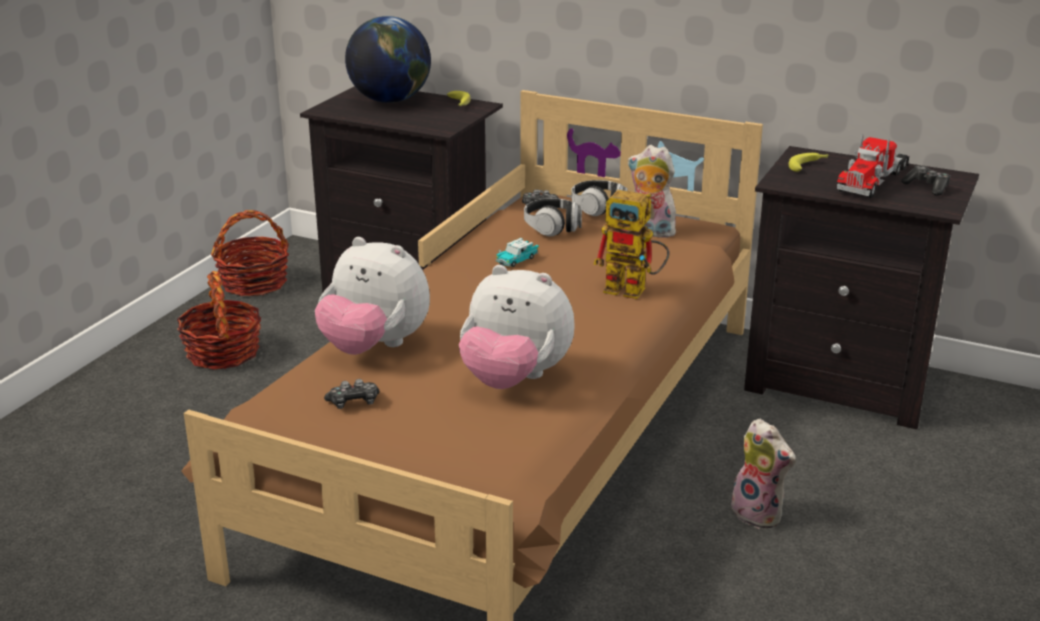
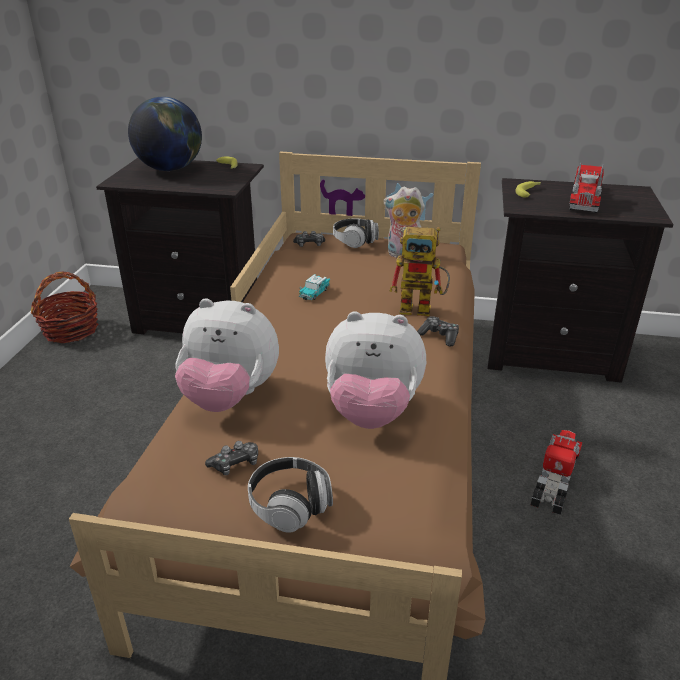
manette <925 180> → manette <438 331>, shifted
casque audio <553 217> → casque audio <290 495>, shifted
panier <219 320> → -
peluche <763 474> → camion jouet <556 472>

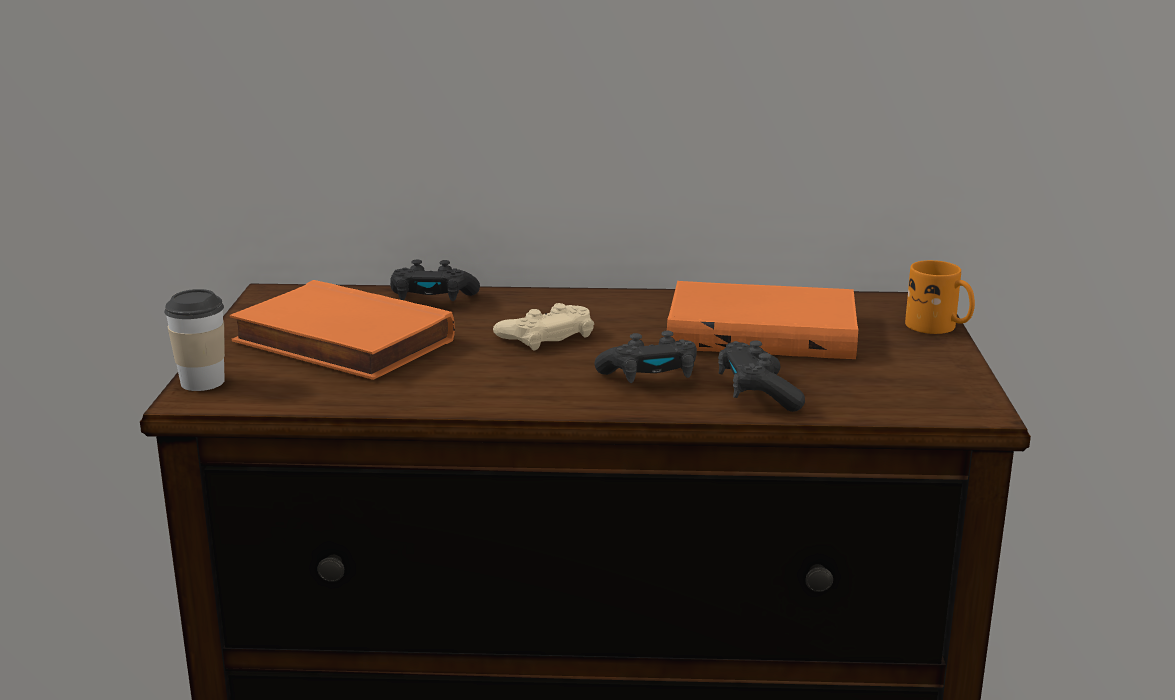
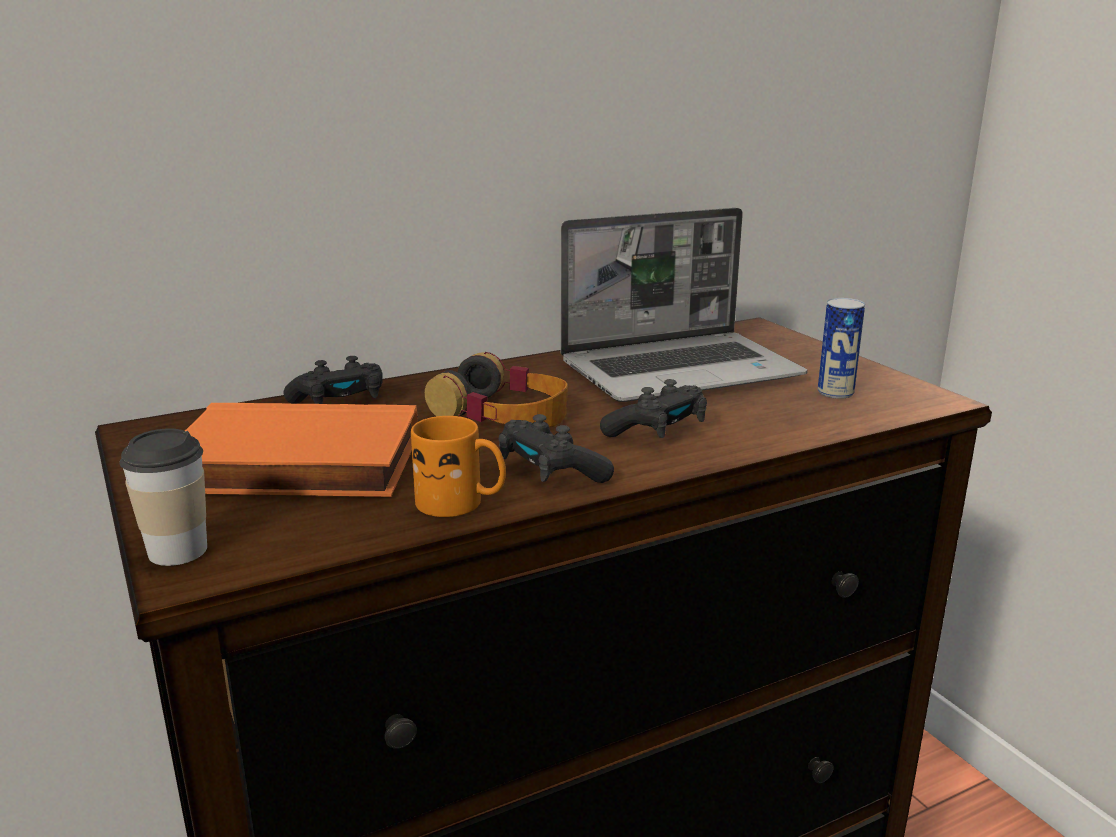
mug/orange <940 297> → mug/orange <458 466>, shifted
livre/orange <762 320> → ordinateur portable <683 305>
manette/beige <543 327> → casque audio <496 389>
manette/noir <761 376> → manette/noir <556 448>, shifted
- → boîte métallique <841 348>

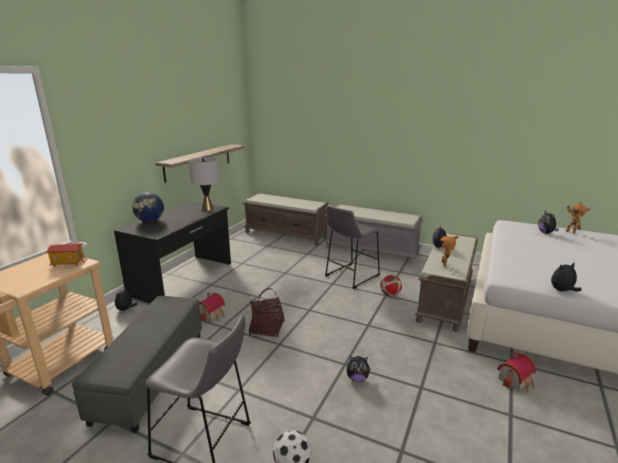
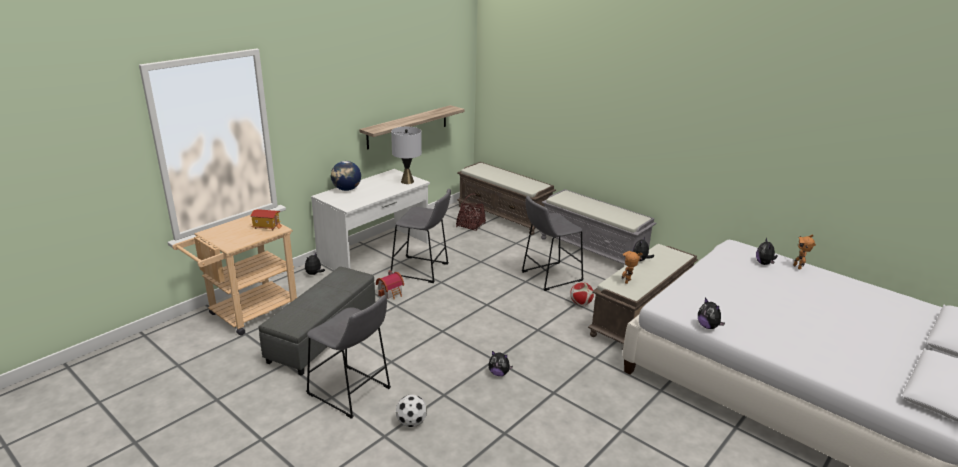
bureau/noir <172 252> → bureau/blanc <370 219>
peluche <566 277> → peluche <711 313>, 120 degrees counterclockwise
panier <267 313> → panier <471 212>, shifted
maison miniature <516 372> → -
- → tabouret/gris <421 236>

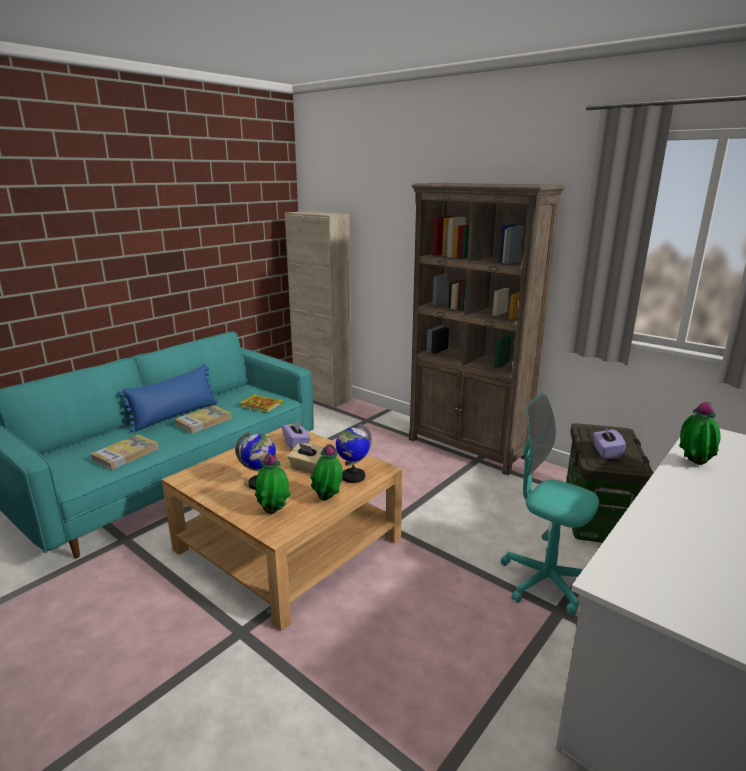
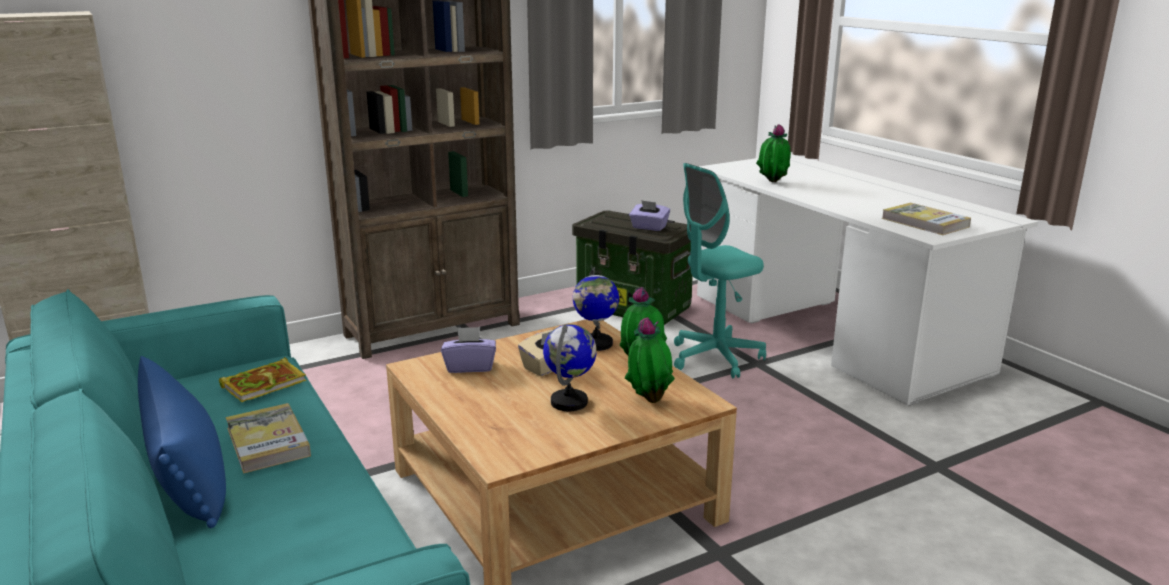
livre <125 452> → livre <926 219>, shifted

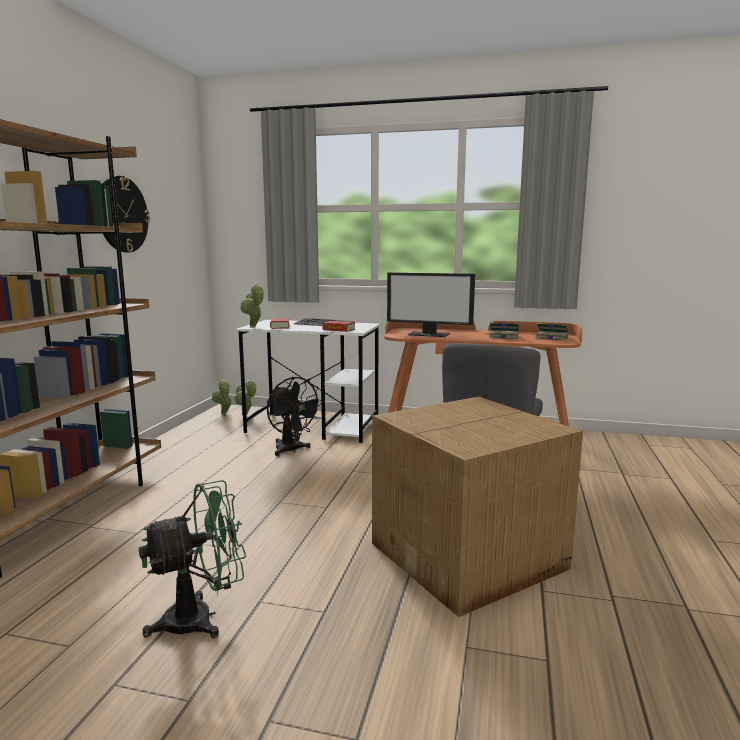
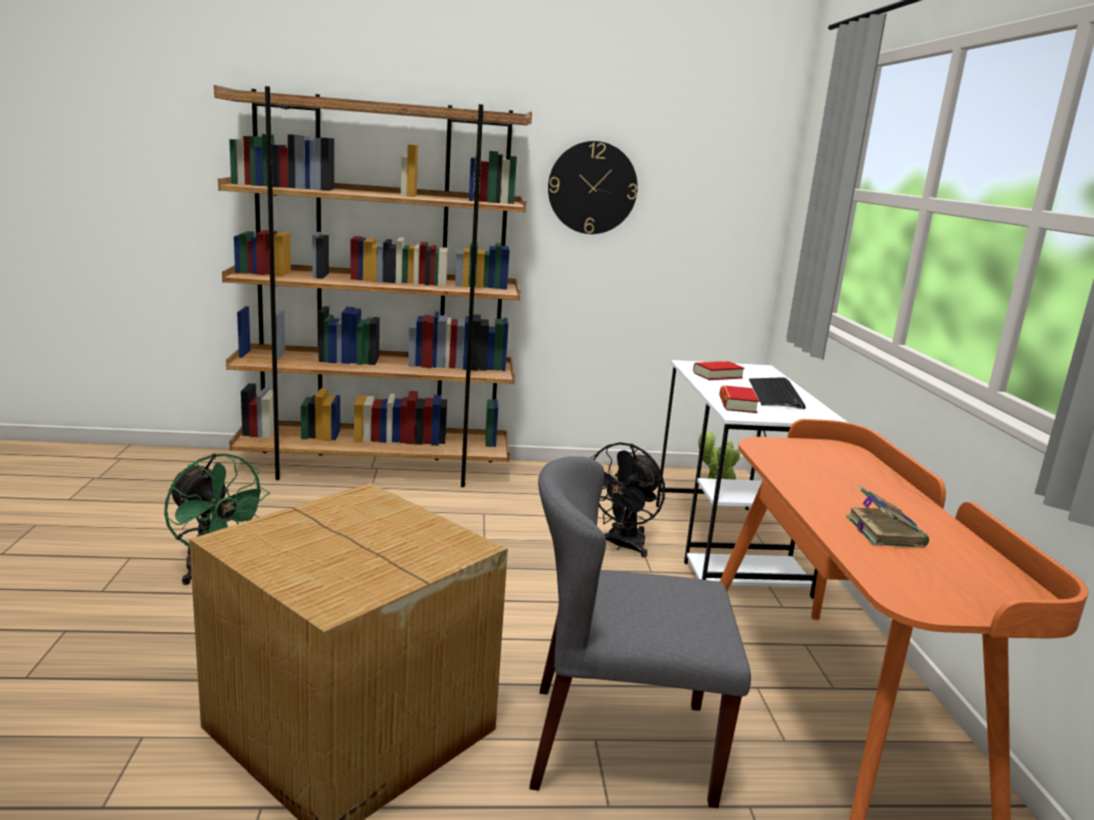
écran d'ordinateur <431 304> → -
plante en pot <252 306> → -
livre <551 332> → -

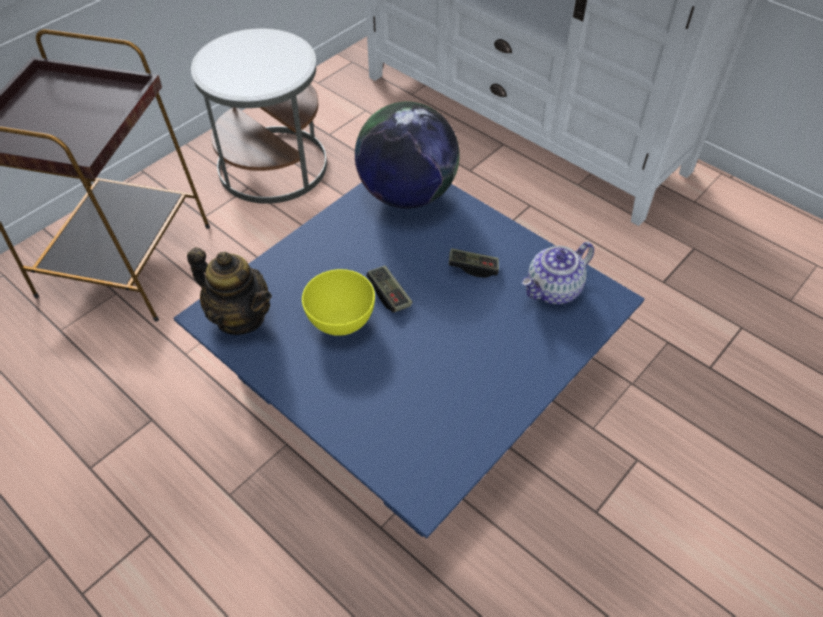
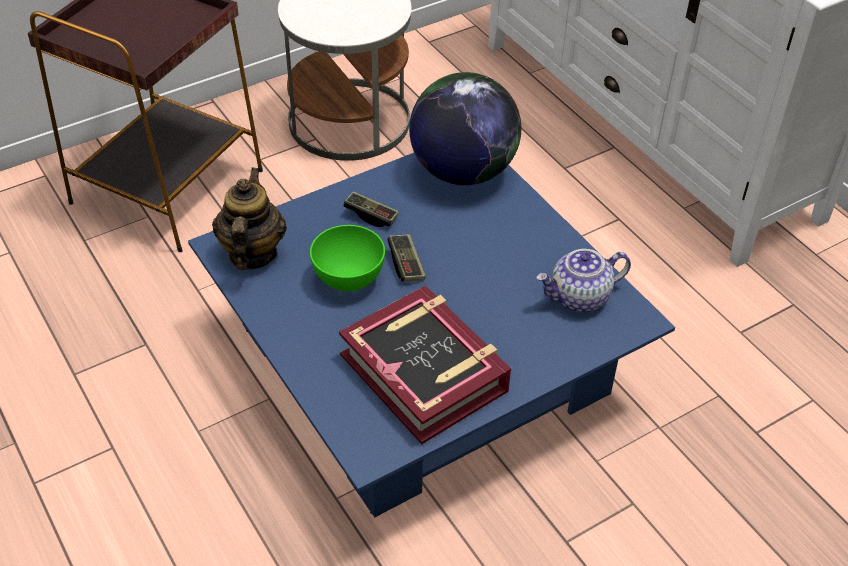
théière <229 291> → théière <249 218>, 135 degrees counterclockwise
manette <474 263> → manette <371 209>, shifted
bol/jaune <338 302> → bol/vert <347 258>
- → livre <425 364>

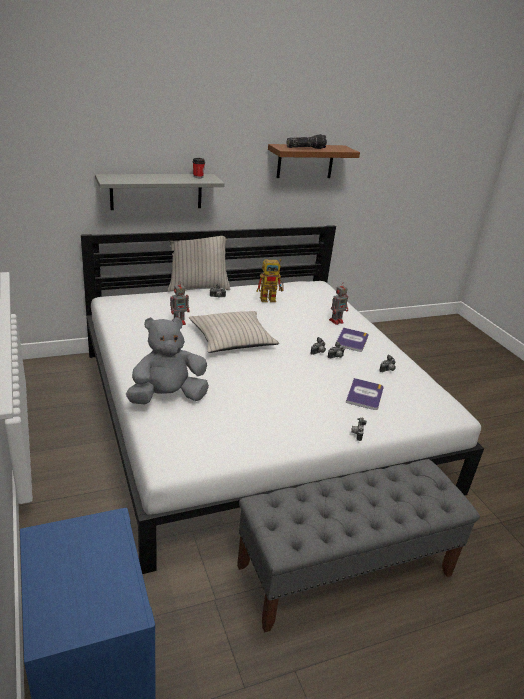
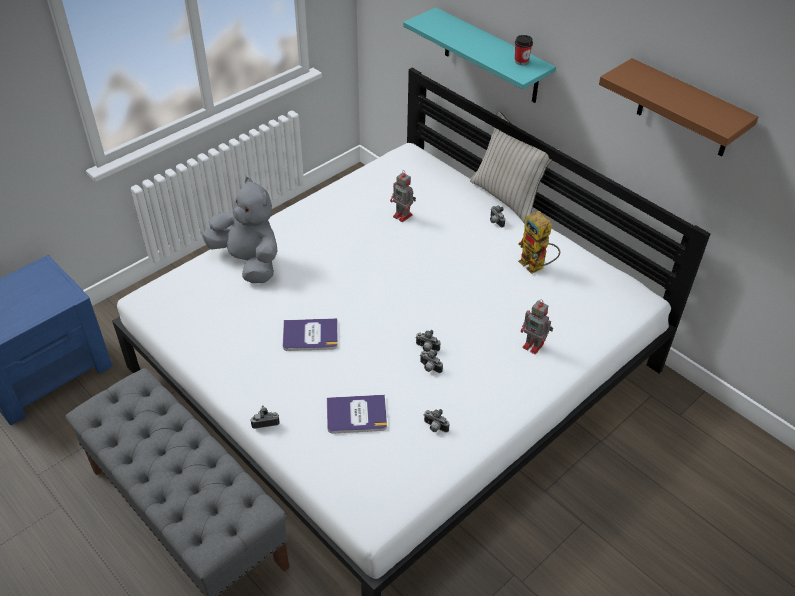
lampe de poche <307 141> → -
étagère/gris <160 192> → étagère/turquoise <479 55>
coussin/beige <234 332> → -
livre <352 339> → livre <310 334>, shifted

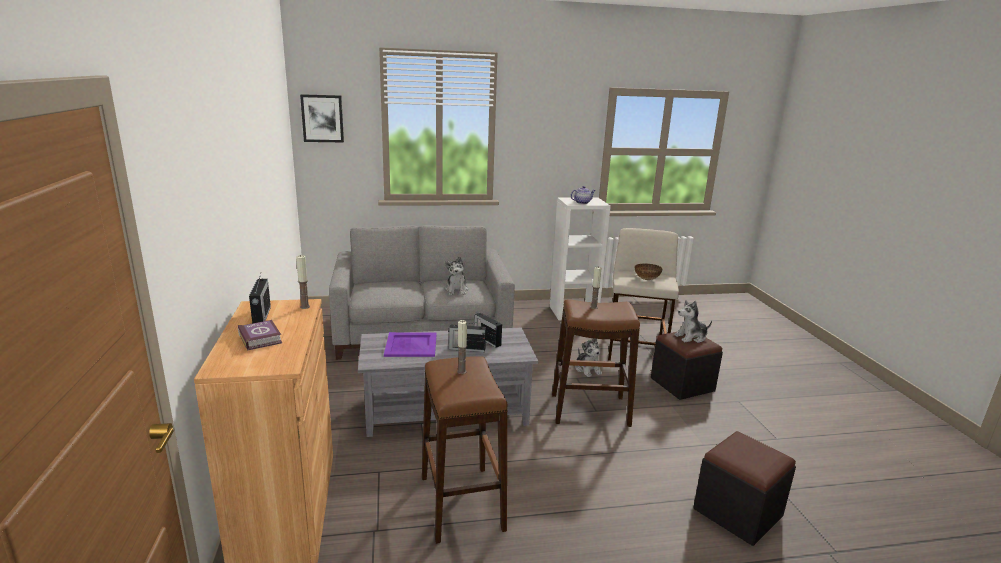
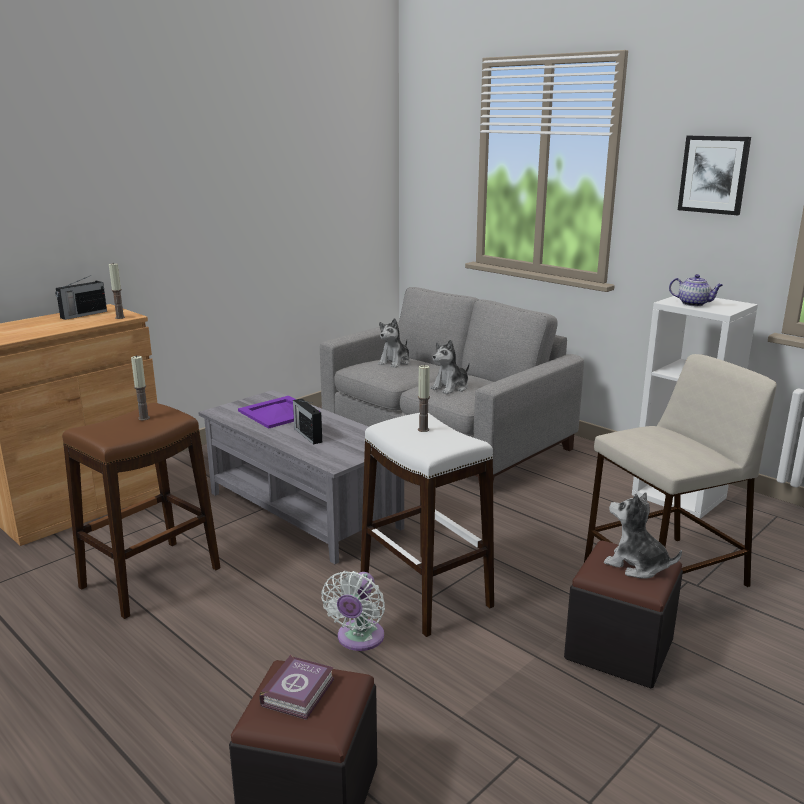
tableau <322 118> → tableau <714 175>, shifted
bol <648 272> → -
tabouret/marron <596 363> → tabouret/blanc <427 525>
radio <488 330> → -
livre <260 335> → livre <296 687>, shifted
peluche <588 357> → peluche <394 343>, shifted
- → ventilateur/blanc <353 611>

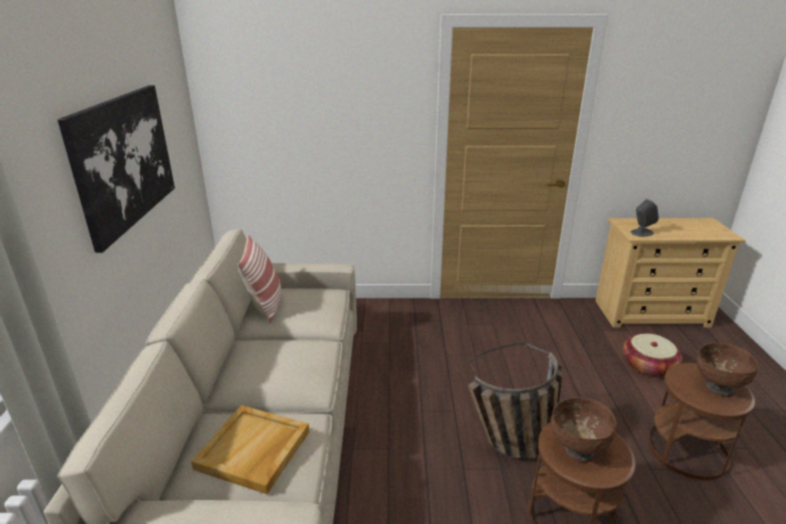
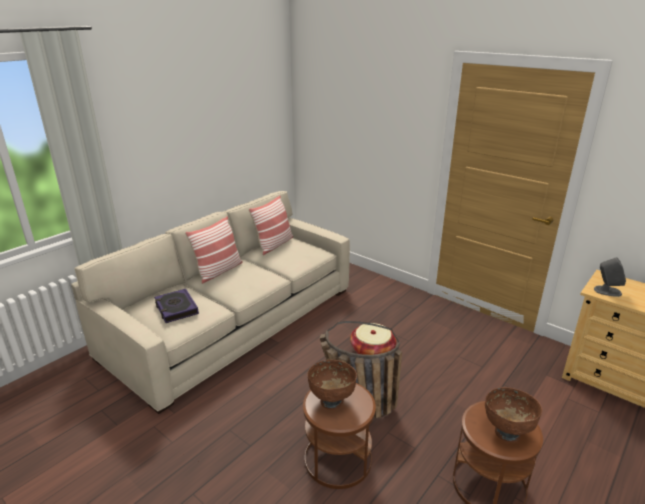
tableau <116 169> → -
panier <652 355> → panier <373 339>, shifted
plateau/beige <250 449> → livre <176 306>
- → coussin <214 250>

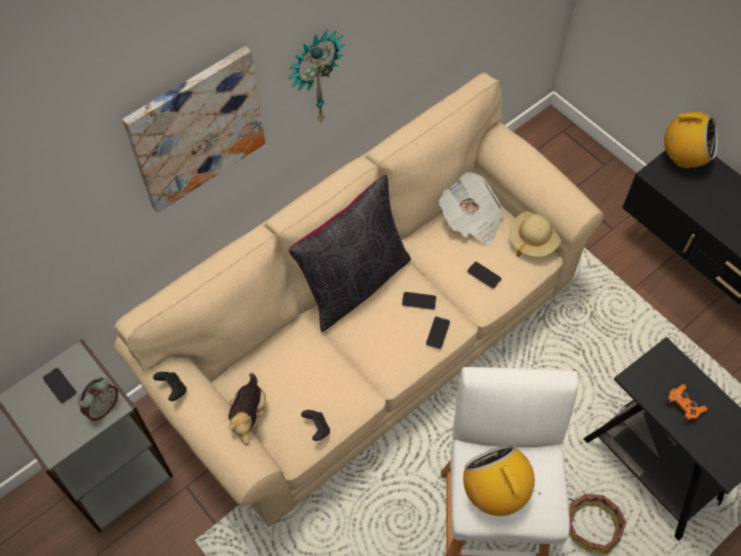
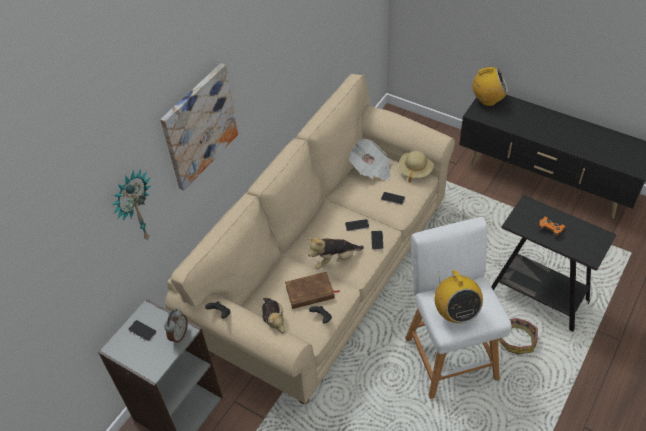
horloge murale <317 77> → horloge murale <131 204>, shifted
coussin/noir <350 253> → -
radio <502 480> → radio <459 296>, 150 degrees counterclockwise
- → peluche <335 253>
- → livre/marron <312 290>

